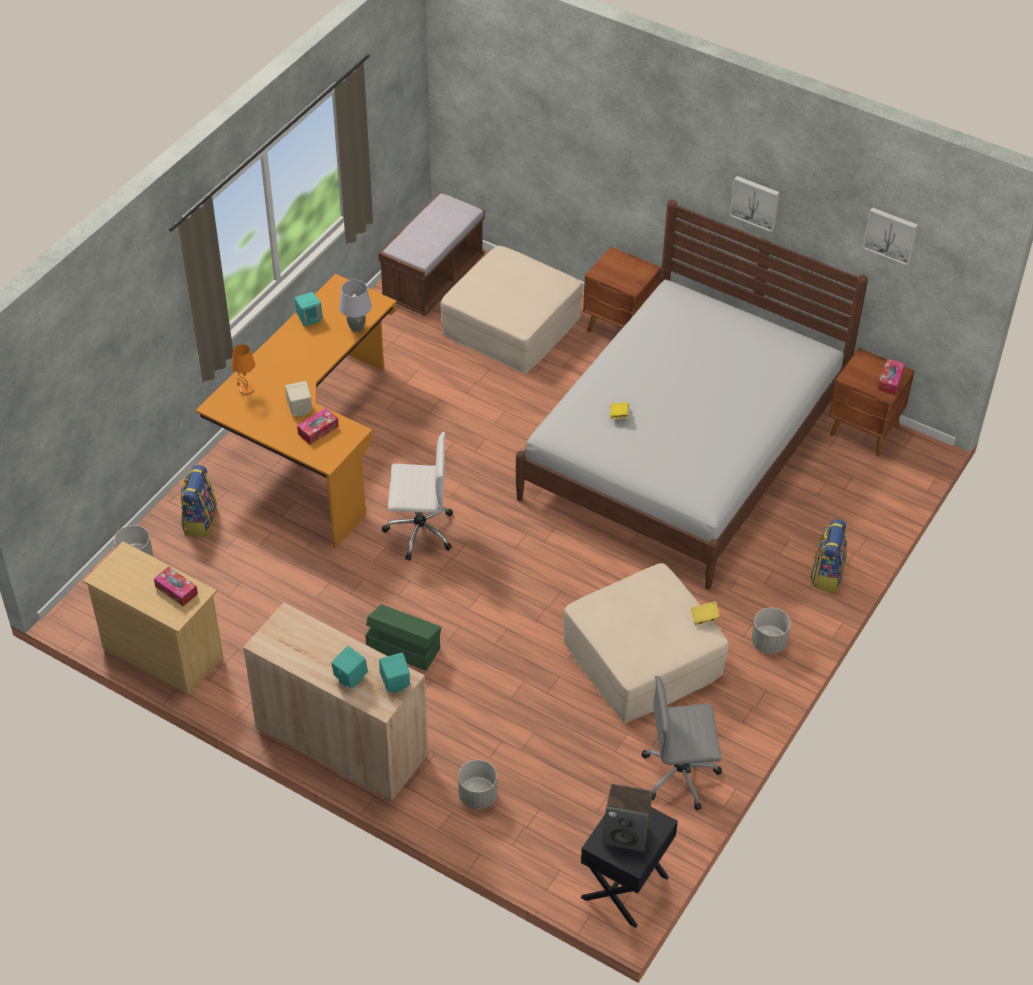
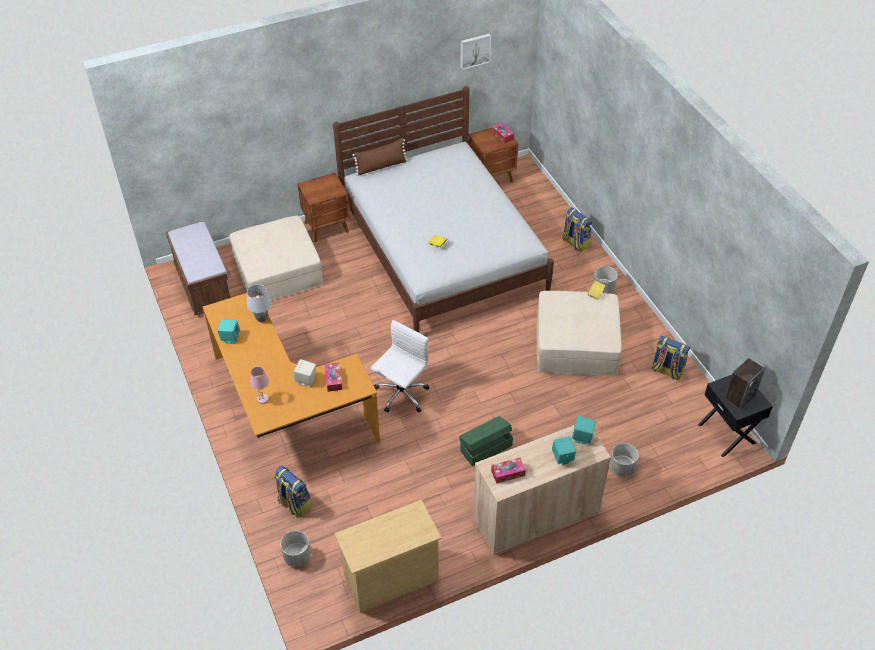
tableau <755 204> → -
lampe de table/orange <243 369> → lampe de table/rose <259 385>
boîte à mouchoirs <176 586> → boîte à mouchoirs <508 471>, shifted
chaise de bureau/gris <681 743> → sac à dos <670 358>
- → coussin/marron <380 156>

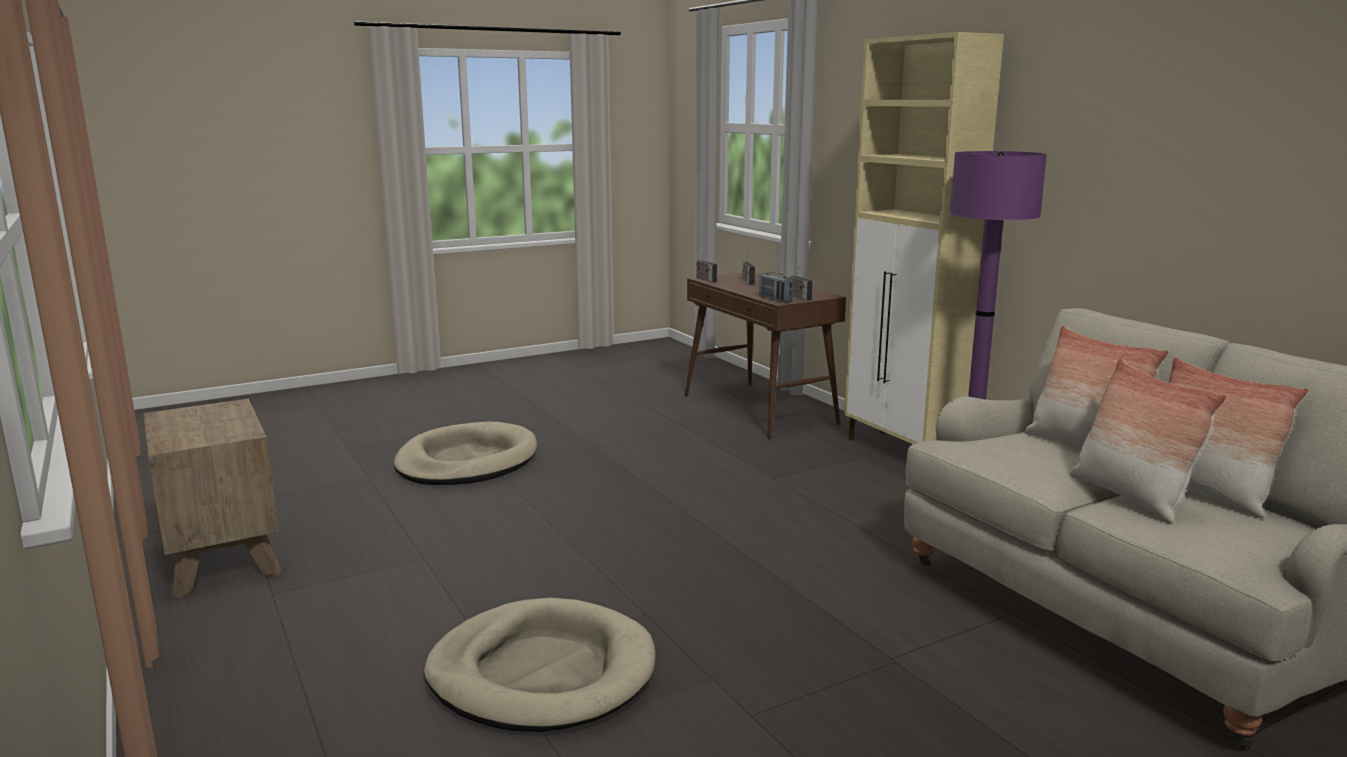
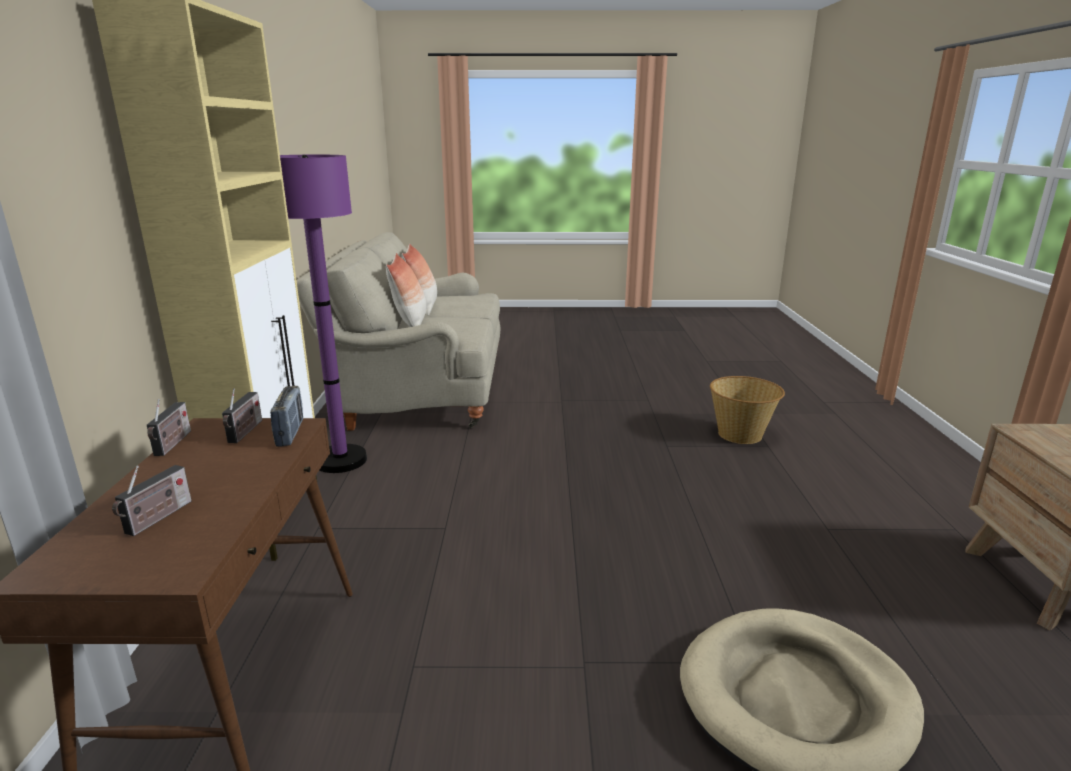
radio <706 267> → radio <169 427>, shifted
coussin <1148 441> → -
panier pour chien/beige <539 665> → panier <747 410>

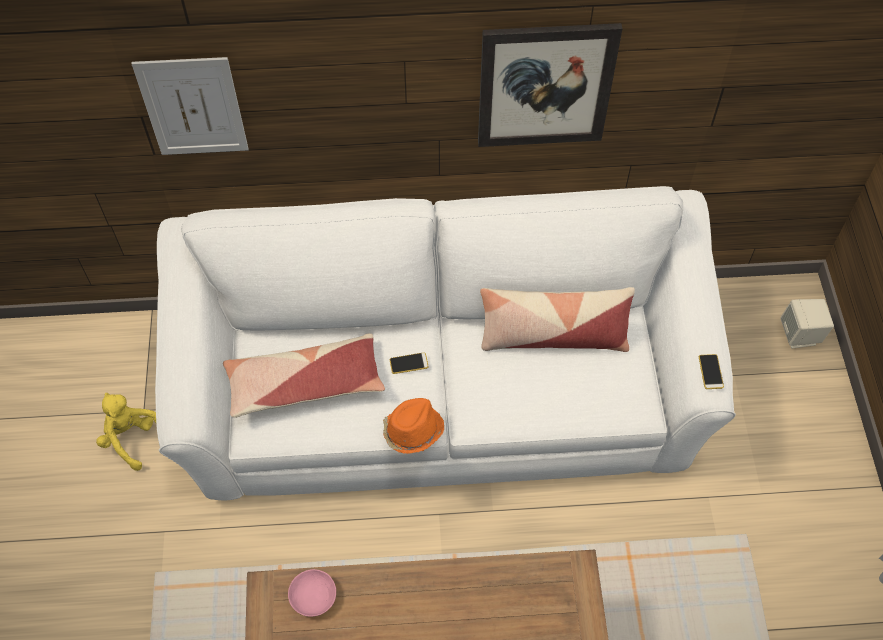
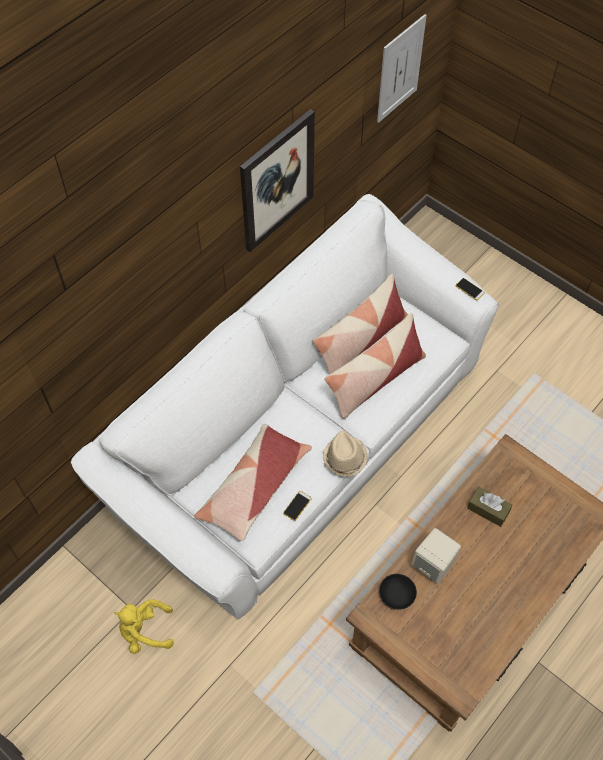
tableau <190 106> → tableau <402 68>, shifted
enceinte/beige <807 324> → enceinte/beige <436 556>, shifted
téléphone <409 363> → téléphone <297 506>, shifted
chapeau/orange <413 426> → chapeau/beige <345 454>
bol/rose <312 593> → bol/noir <398 592>
- → coussin <375 366>
- → boîte à mouchoirs/marron <489 506>

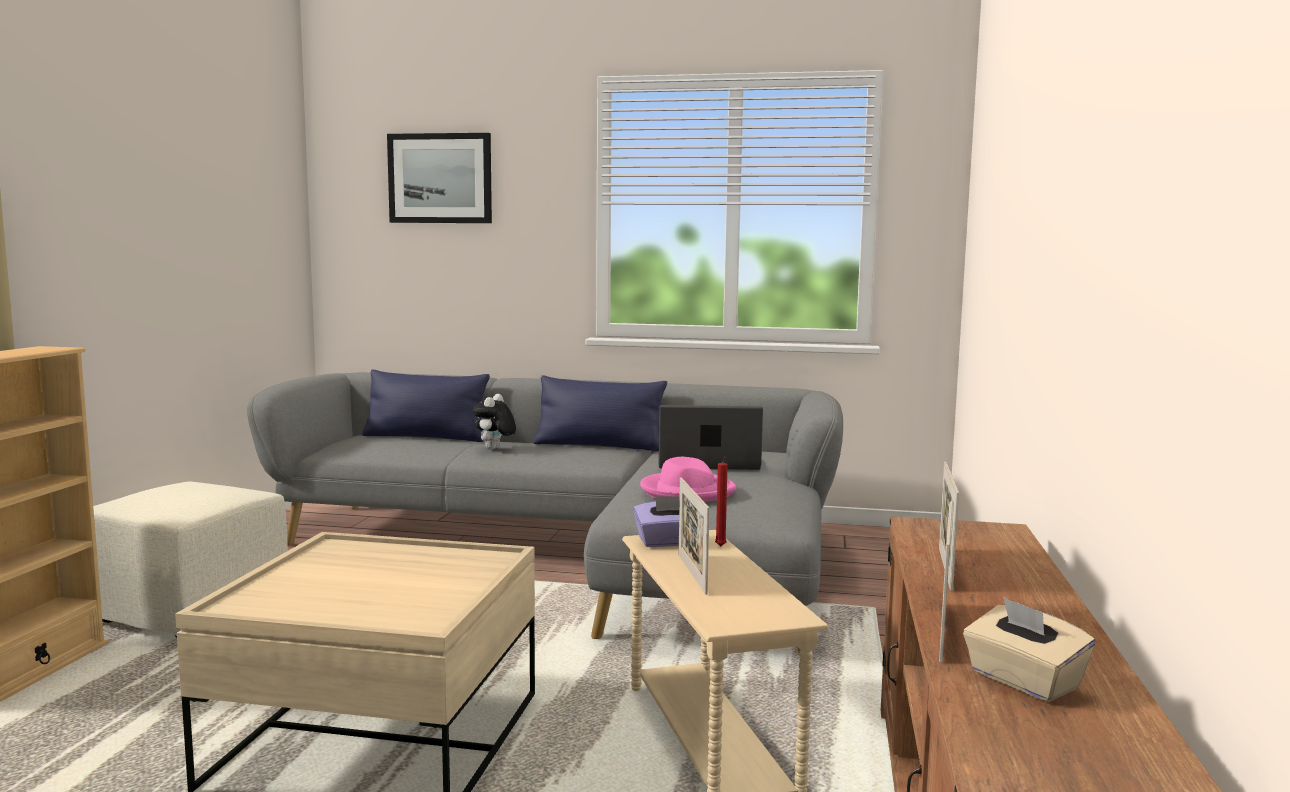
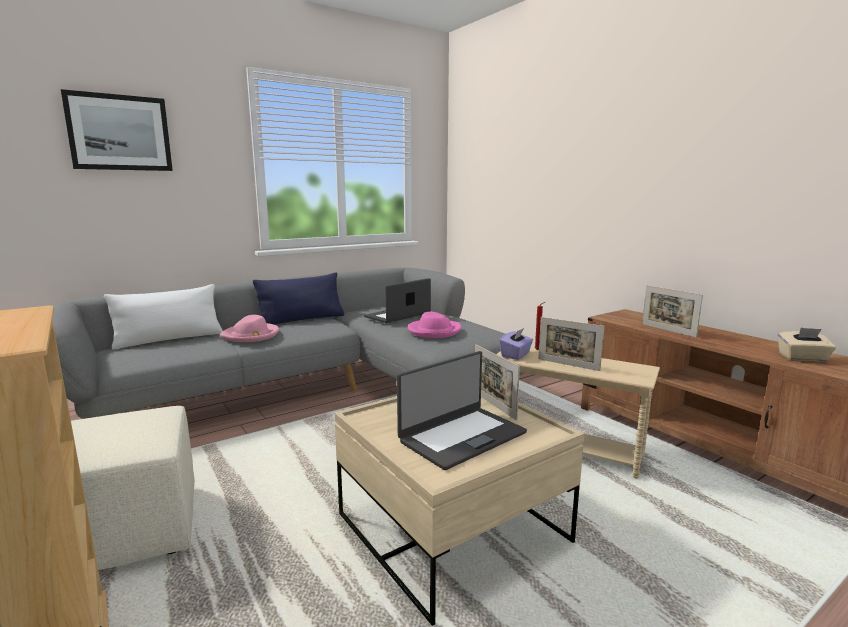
coussin/bleu <426 406> → coussin/blanc <163 317>
peluche <494 421> → chapeau/rose <249 328>
cadre photo <946 582> → cadre photo <497 382>, shifted
- → ordinateur portable <462 410>

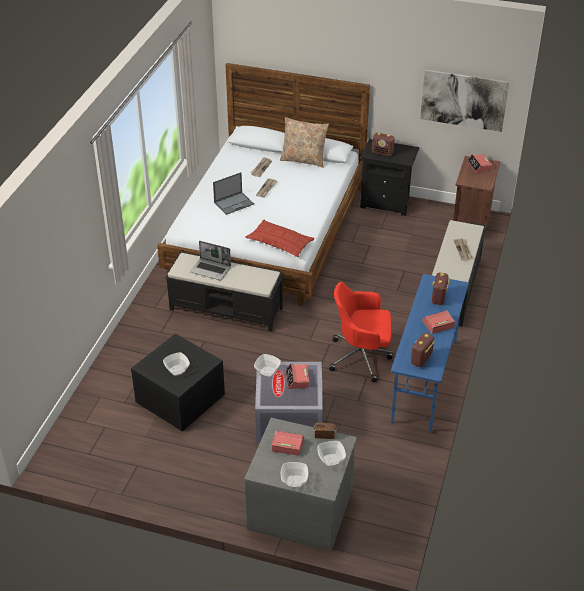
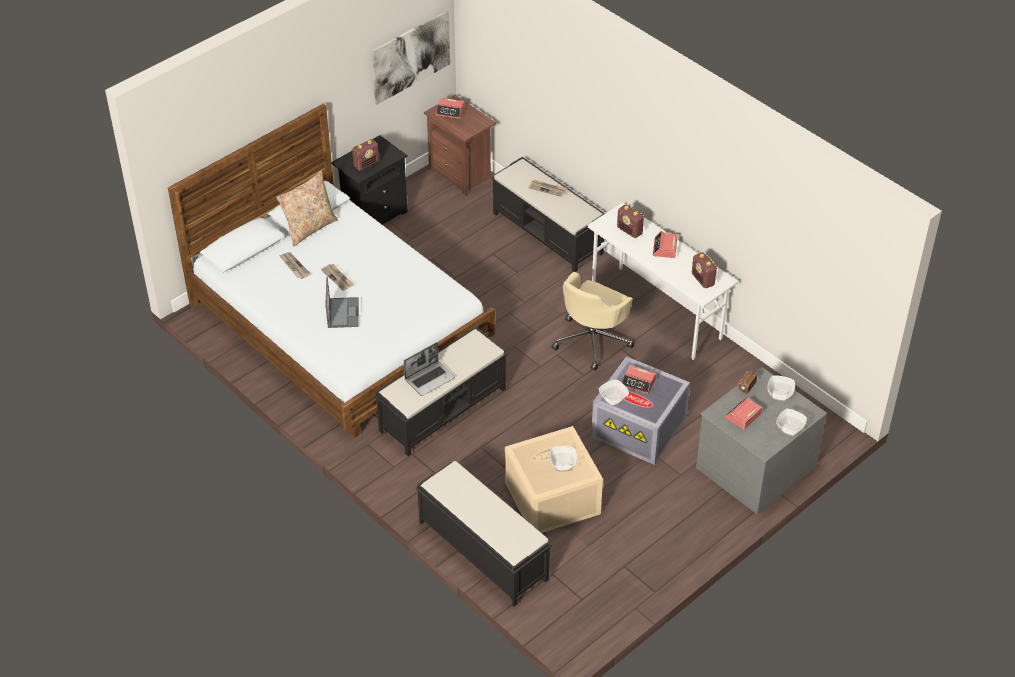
coussin <280 238> → -
bureau/bleu <430 353> → bureau/blanc <663 281>
chaise de bureau/rouge <361 332> → chaise de bureau/beige <593 321>
boîte de rangement/noir <178 382> → boîte de rangement/beige <554 479>
- → banc/noir <484 534>

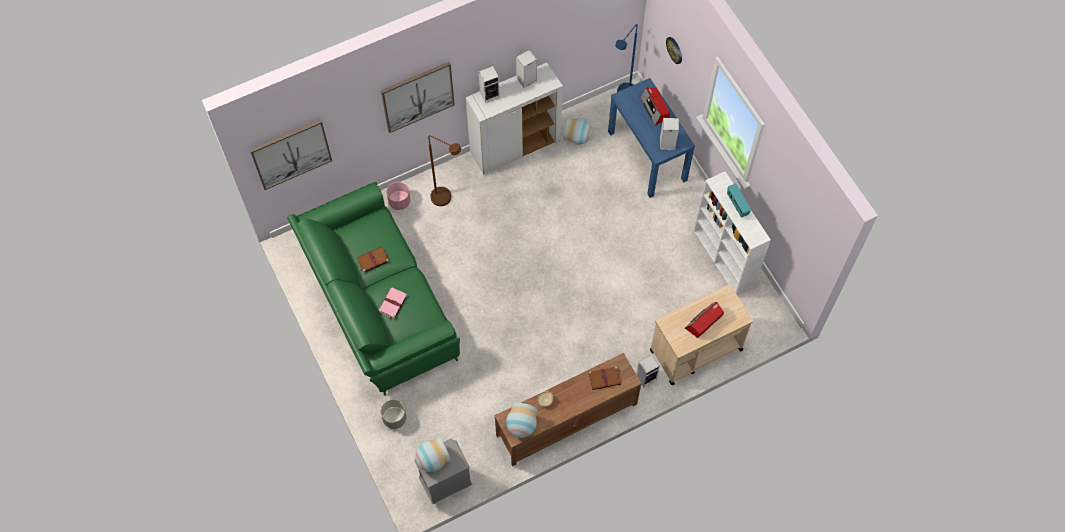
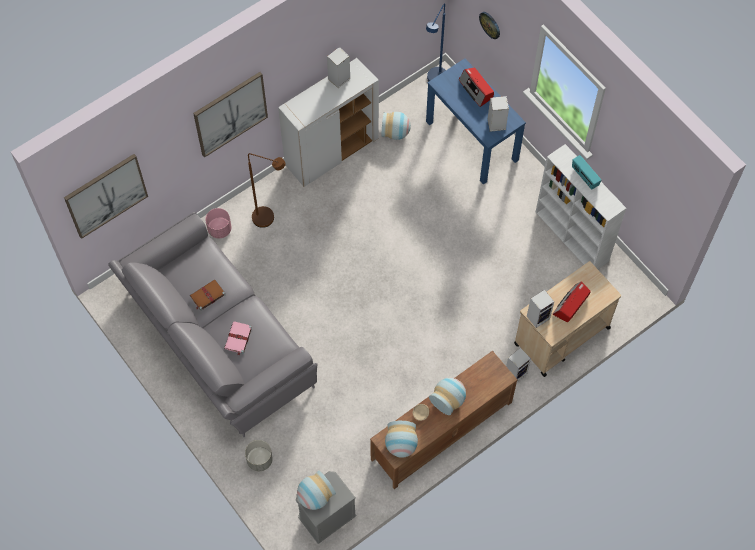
enceinte <489 84> → enceinte <540 309>, shifted
canapé/vert <373 288> → canapé/gris <212 324>
livre/marron <605 378> → -
- → vase <447 396>

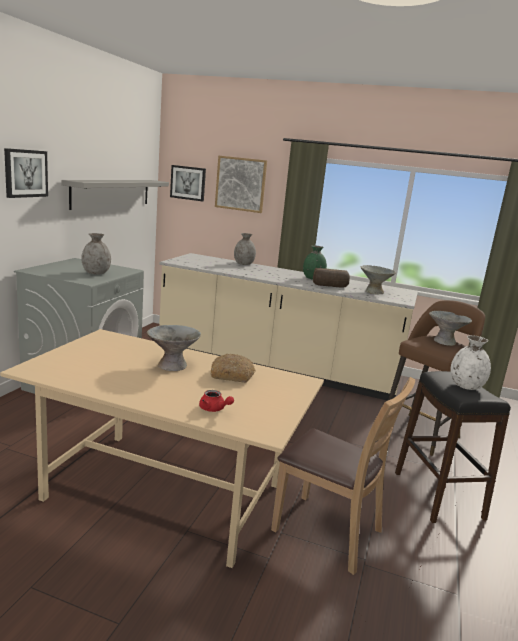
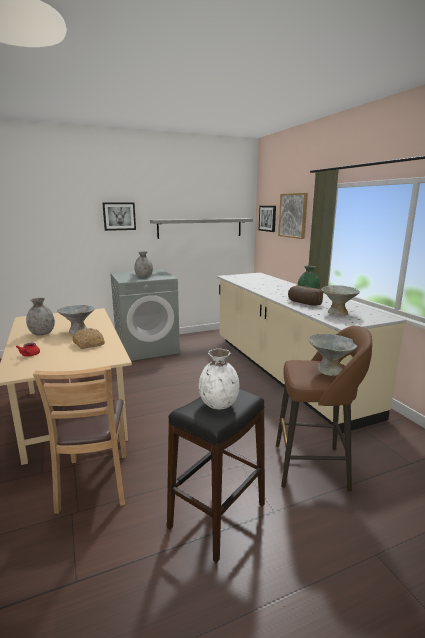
vase/gris <245 249> → vase/gris <40 316>, shifted

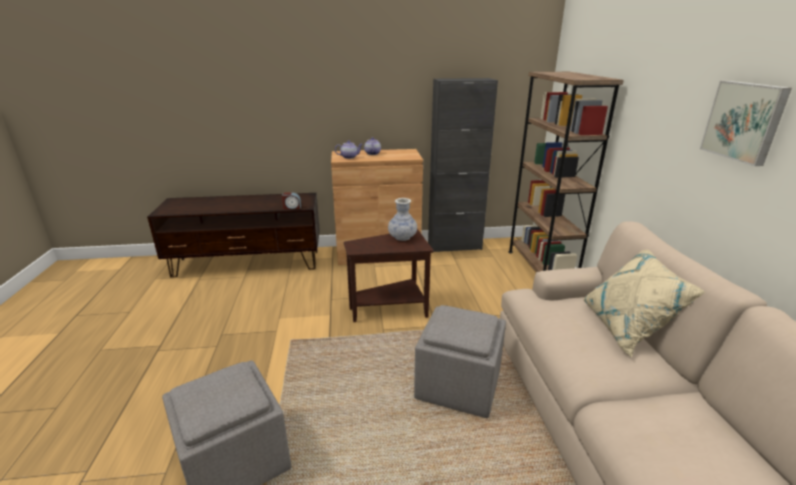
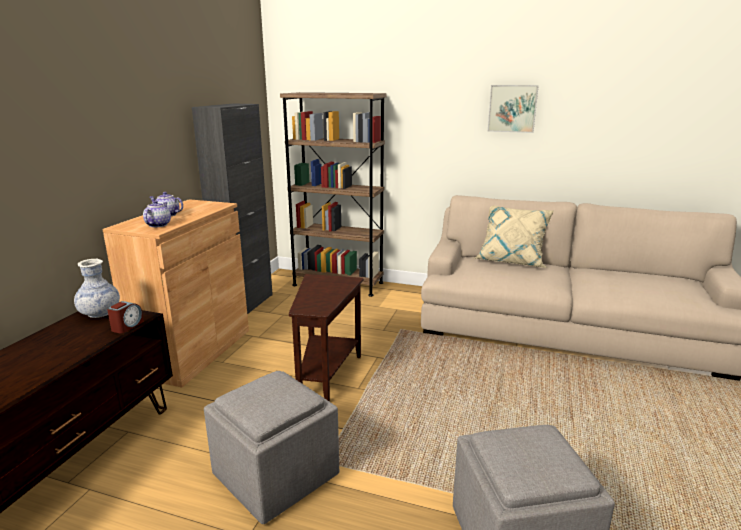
vase <402 219> → vase <97 288>, shifted
pouf/gris <460 361> → pouf/gris <271 447>, shifted

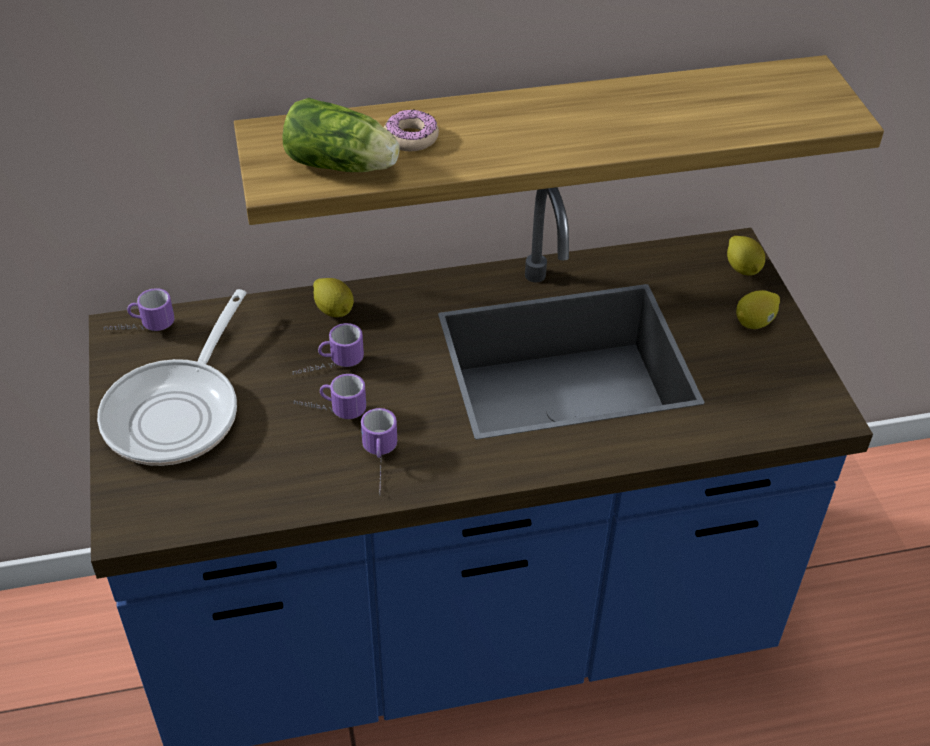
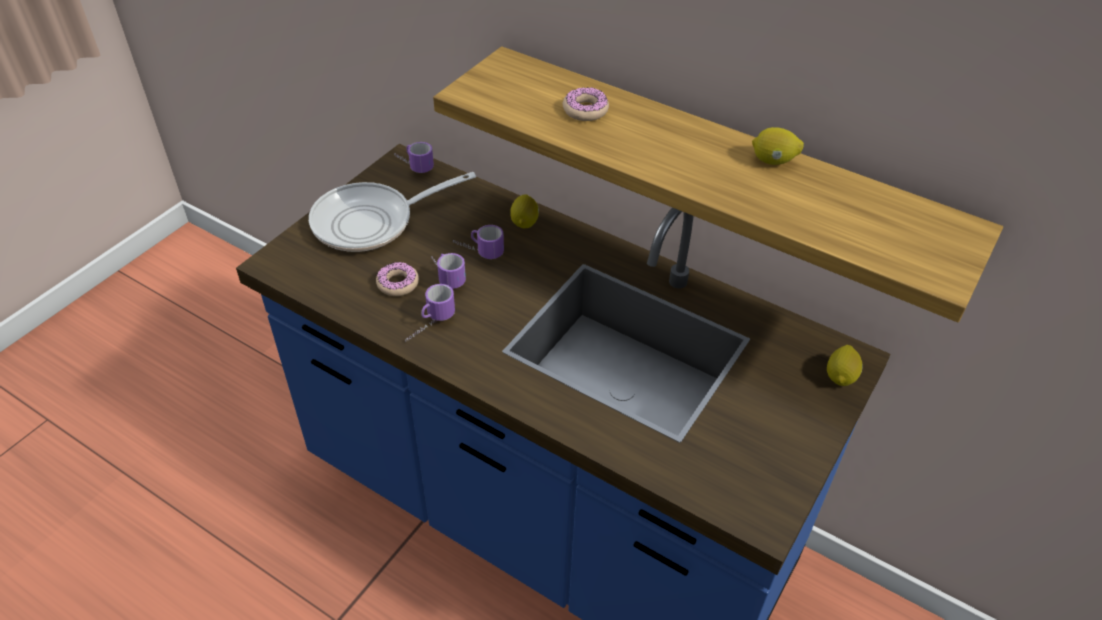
laitue <341 135> → -
citron <758 309> → citron <778 146>, shifted
- → beignet <397 279>

